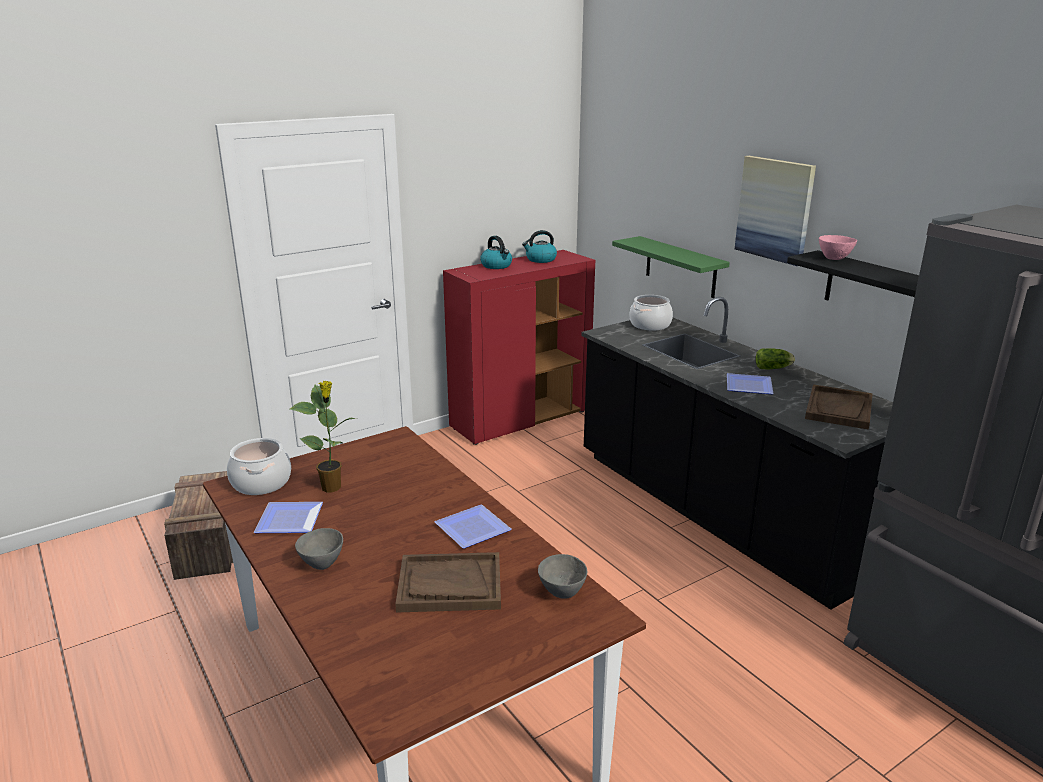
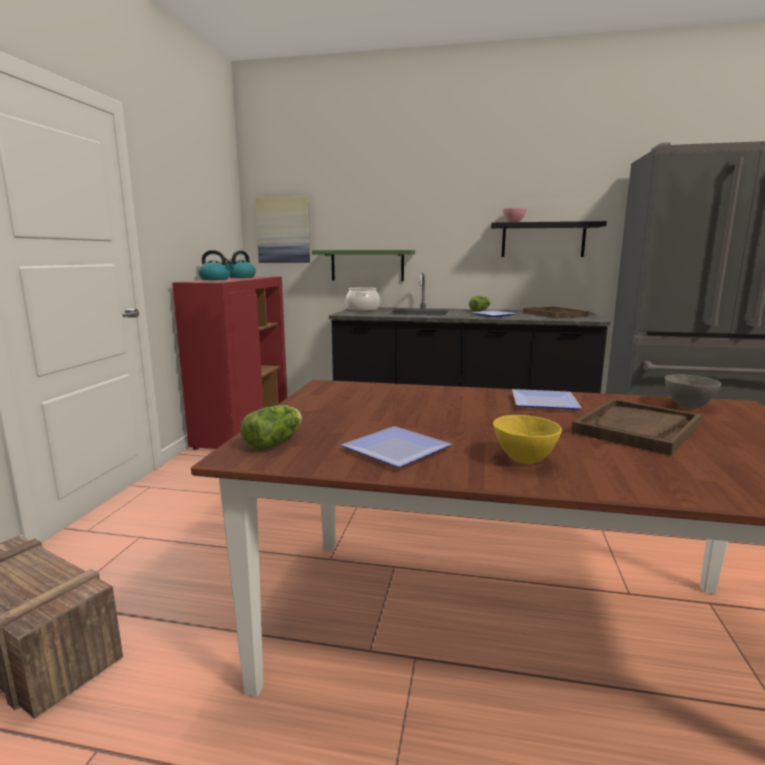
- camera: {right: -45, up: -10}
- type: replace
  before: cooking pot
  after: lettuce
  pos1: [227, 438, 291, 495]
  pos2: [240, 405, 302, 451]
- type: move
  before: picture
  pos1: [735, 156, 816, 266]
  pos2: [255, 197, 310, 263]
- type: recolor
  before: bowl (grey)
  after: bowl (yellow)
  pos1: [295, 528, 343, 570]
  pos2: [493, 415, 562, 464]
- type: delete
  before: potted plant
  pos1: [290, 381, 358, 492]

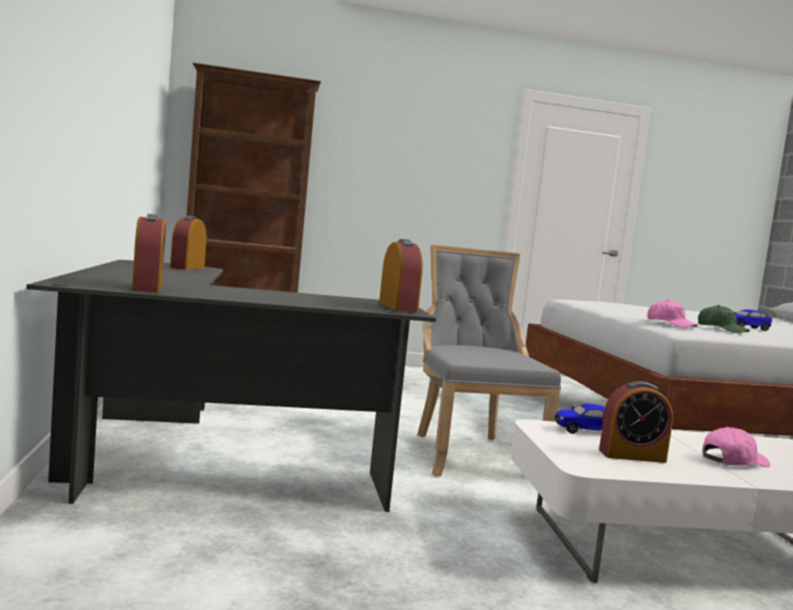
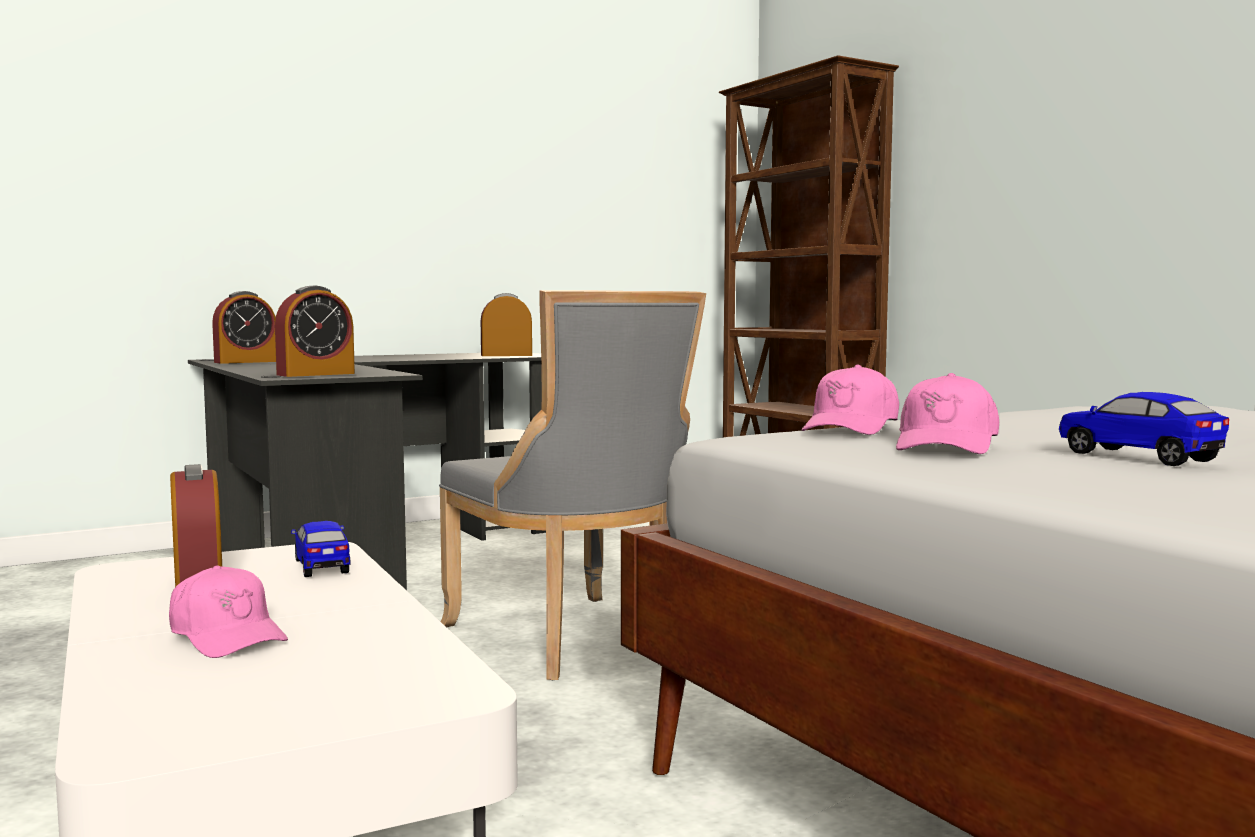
- camera: {right: 70, up: 0}
- type: rotate
  before: chair (grey)
  pos1: [417, 245, 561, 476]
  pos2: [439, 290, 706, 680]
  turn: 90
- type: recolor
  before: cap (green)
  after: cap (pink)
  pos1: [698, 305, 750, 333]
  pos2: [896, 373, 999, 454]

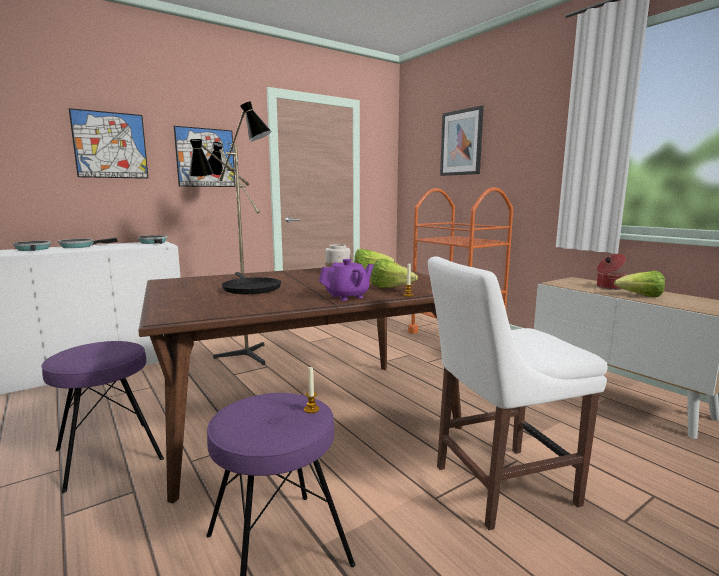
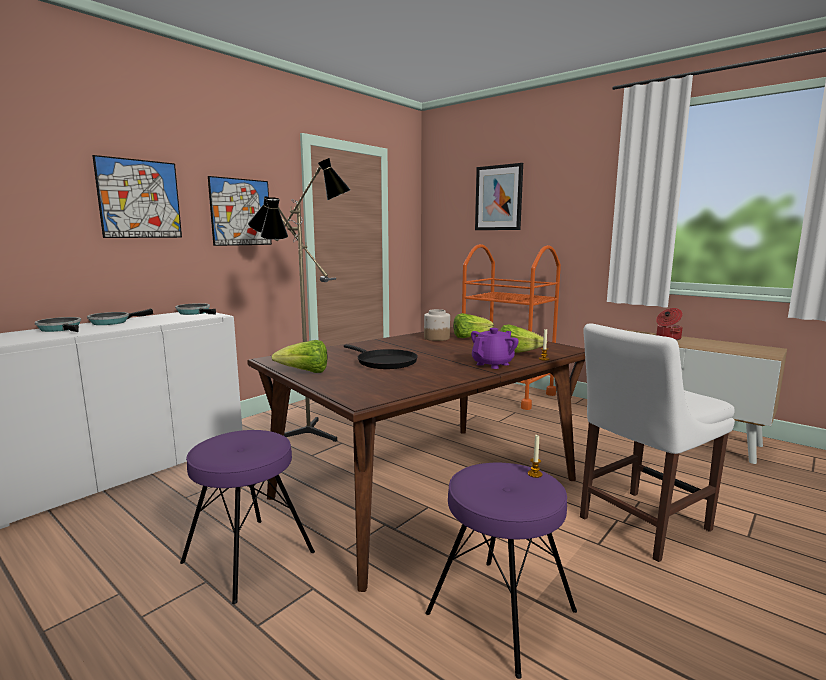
- camera: {right: -15, up: 0}
- type: move
  before: lettuce
  pos1: [614, 271, 665, 297]
  pos2: [271, 340, 327, 373]

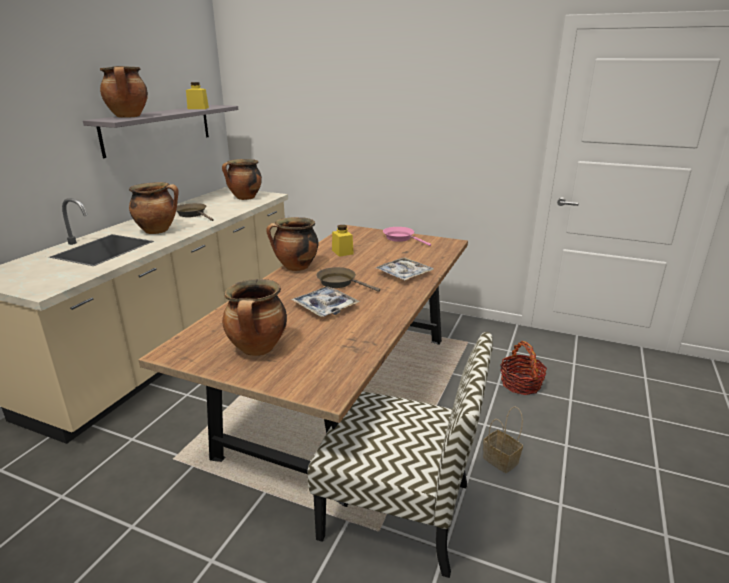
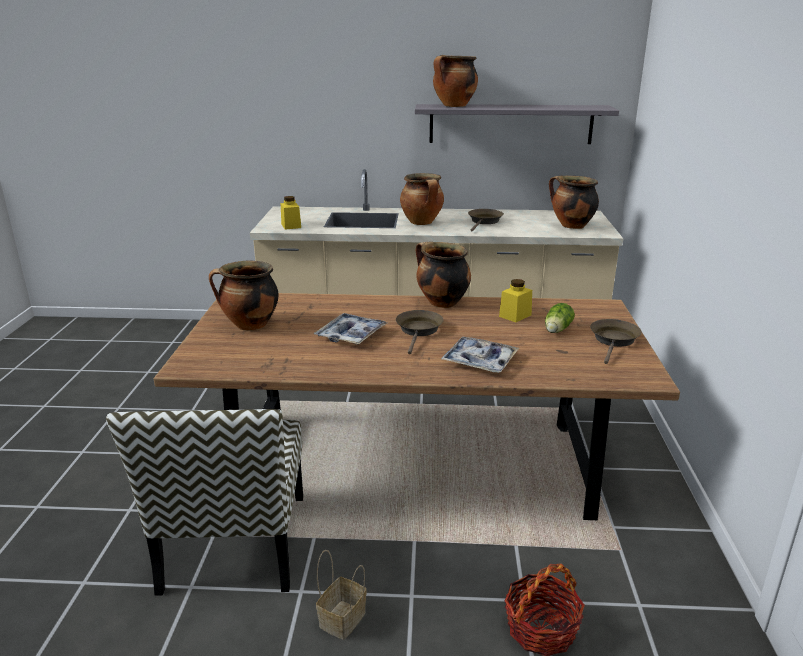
- camera: {right: 70, up: 0}
- type: move
  before: jar (yellow)
  pos1: [186, 82, 209, 109]
  pos2: [281, 196, 301, 230]
- type: insert
  after: lettuce
  pos2: [545, 303, 575, 333]
- type: recolor
  before: frying pan (pink)
  after: frying pan (brown)
  pos1: [383, 227, 431, 246]
  pos2: [590, 319, 642, 364]

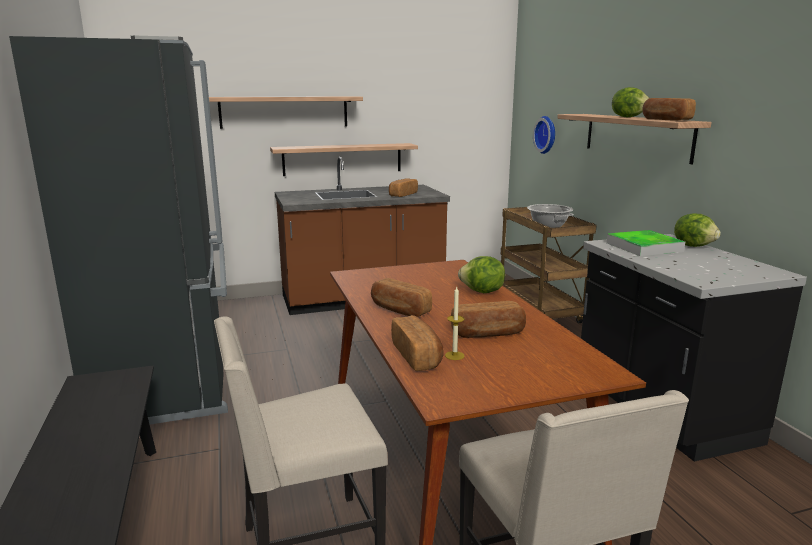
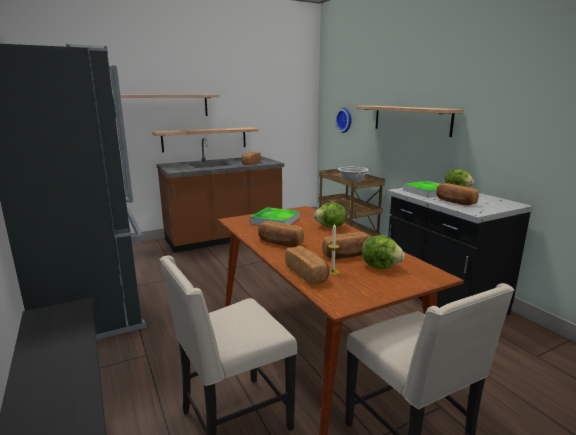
- camera: {right: -10, up: 0}
- type: insert
  after: tray
  pos2: [250, 207, 300, 225]
- type: move
  before: lettuce
  pos1: [612, 87, 649, 117]
  pos2: [362, 235, 405, 269]
- type: move
  before: bread
  pos1: [642, 98, 696, 120]
  pos2: [436, 183, 479, 206]

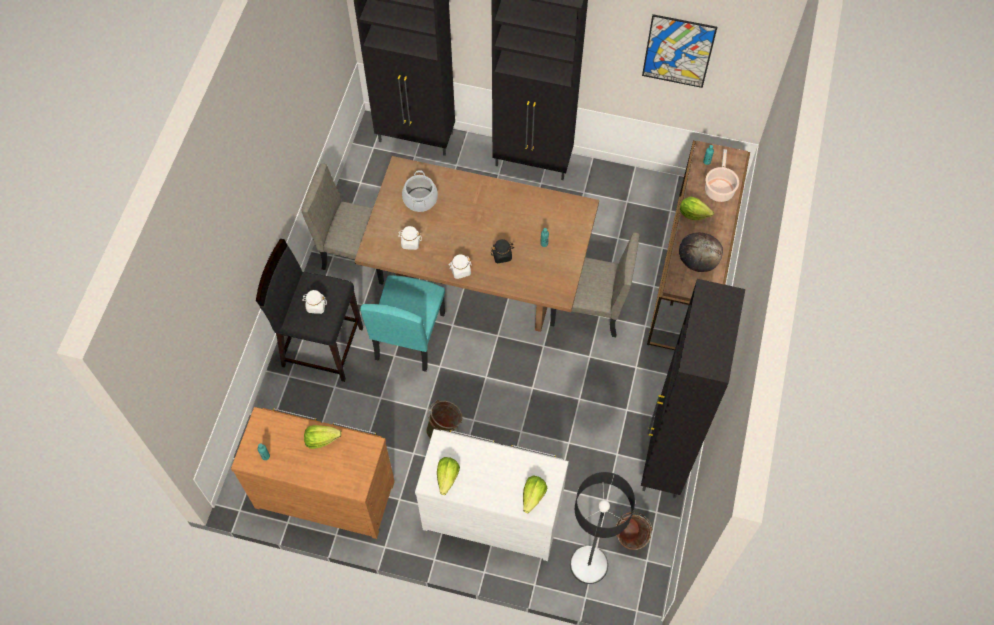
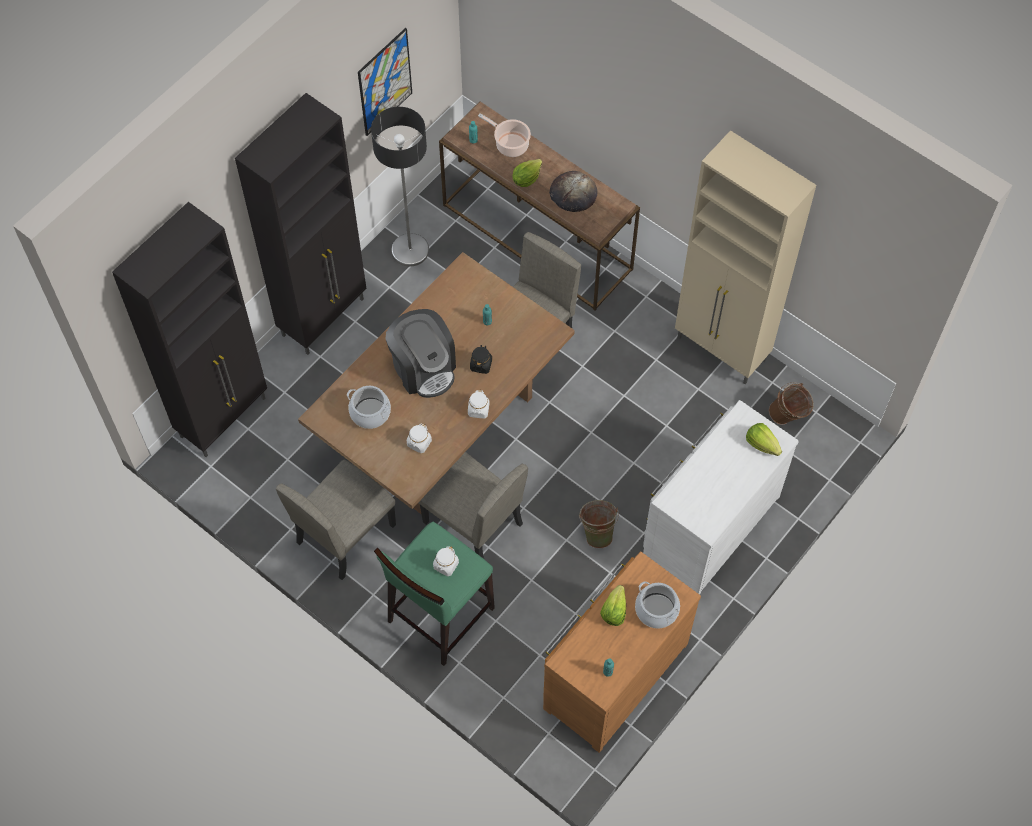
- camera: {right: -65, up: 0}
- type: move
  before: floor lamp
  pos1: [570, 472, 635, 584]
  pos2: [371, 107, 429, 267]
- type: recolor
  before: stool (black)
  after: stool (green)
  pos1: [256, 239, 363, 382]
  pos2: [374, 522, 495, 666]
- type: insert
  after: coffee machine
  pos2: [385, 309, 456, 398]
- type: recolor
  before: chair (turquoise)
  after: chair (beige)
  pos1: [360, 275, 445, 372]
  pos2: [418, 452, 528, 559]
- type: insert
  after: cooking pot
  pos2: [635, 581, 680, 629]
- type: recolor
  before: cabinet (black)
  after: cabinet (beige)
  pos1: [641, 279, 745, 498]
  pos2: [675, 130, 816, 384]
- type: delete
  before: lettuce
  pos1: [437, 457, 460, 495]

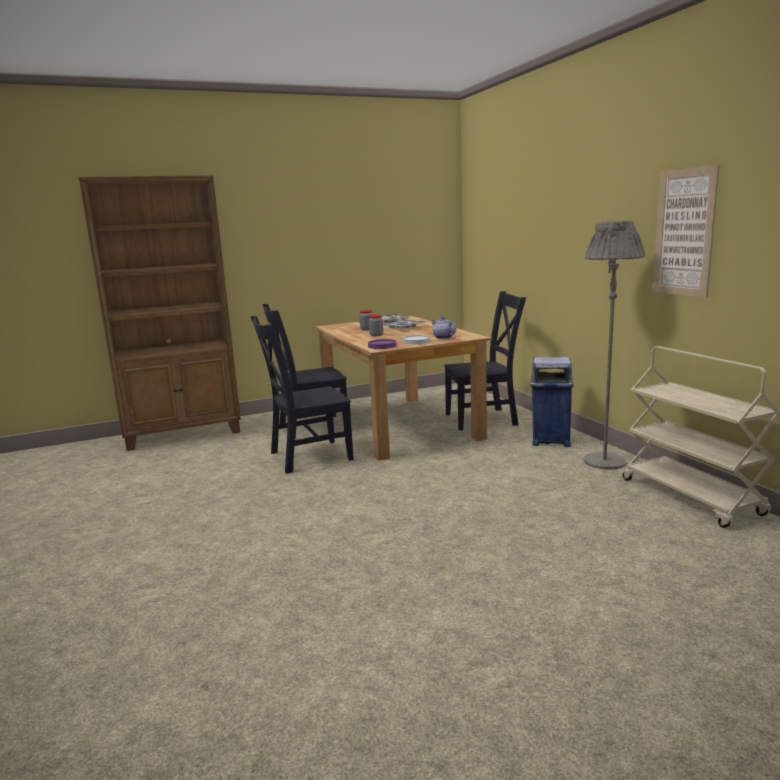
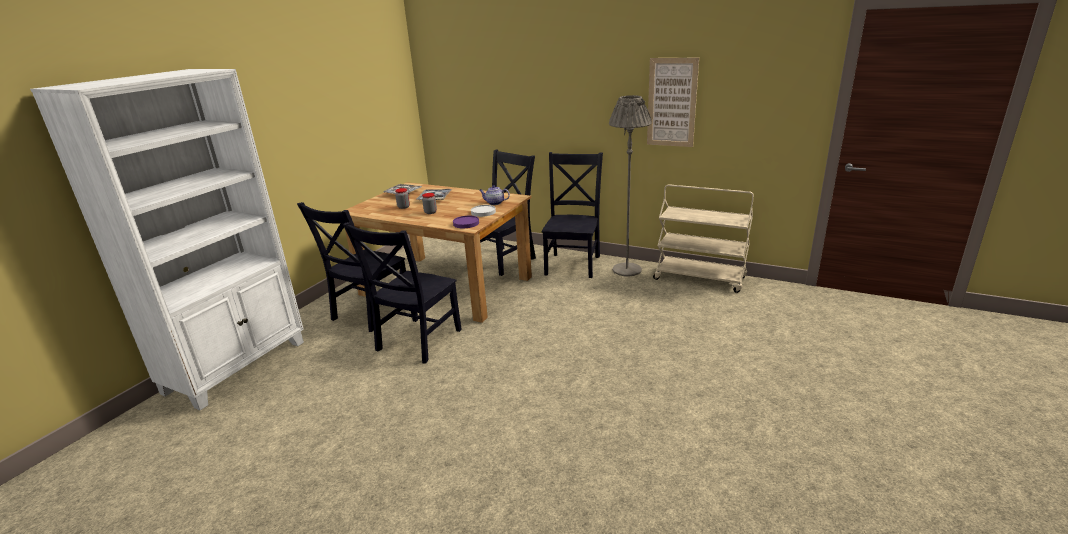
- camera: {right: -40, up: 10}
- type: recolor
  before: bookcase (brown)
  after: bookcase (white)
  pos1: [79, 175, 241, 451]
  pos2: [30, 69, 304, 410]
- type: replace
  before: trash can (blue)
  after: chair (black)
  pos1: [530, 357, 574, 447]
  pos2: [541, 152, 603, 278]

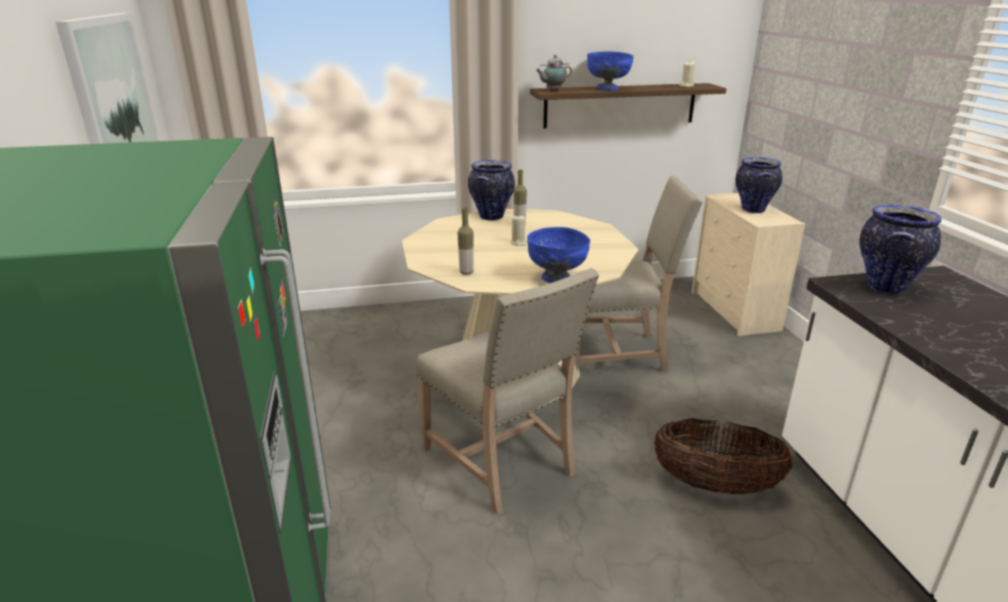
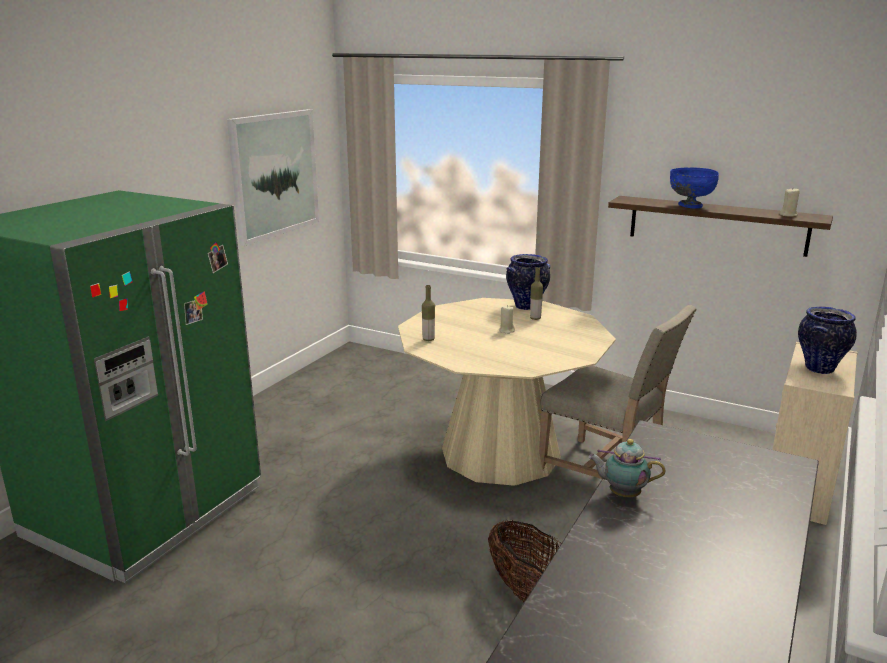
- camera: {right: 40, up: -5}
- type: move
  before: teapot
  pos1: [536, 55, 572, 91]
  pos2: [588, 439, 665, 497]
- type: delete
  before: chair (beige)
  pos1: [416, 268, 599, 515]
- type: delete
  before: bowl (blue)
  pos1: [527, 227, 590, 283]
- type: delete
  before: vase
  pos1: [860, 204, 942, 294]

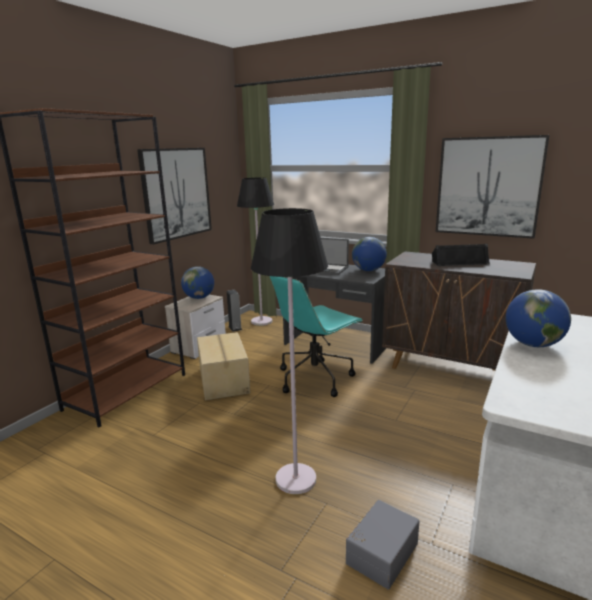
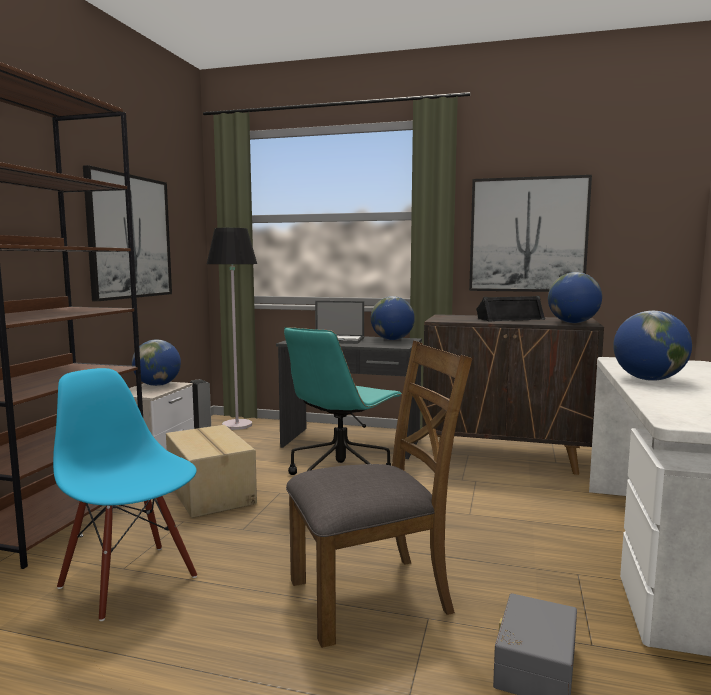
- camera: {right: -15, up: -10}
- type: insert
  after: chair (blue)
  pos2: [53, 368, 197, 621]
- type: replace
  before: floor lamp (black)
  after: chair (brown)
  pos1: [251, 208, 328, 494]
  pos2: [286, 340, 472, 648]
- type: insert
  after: globe
  pos2: [548, 272, 602, 323]

